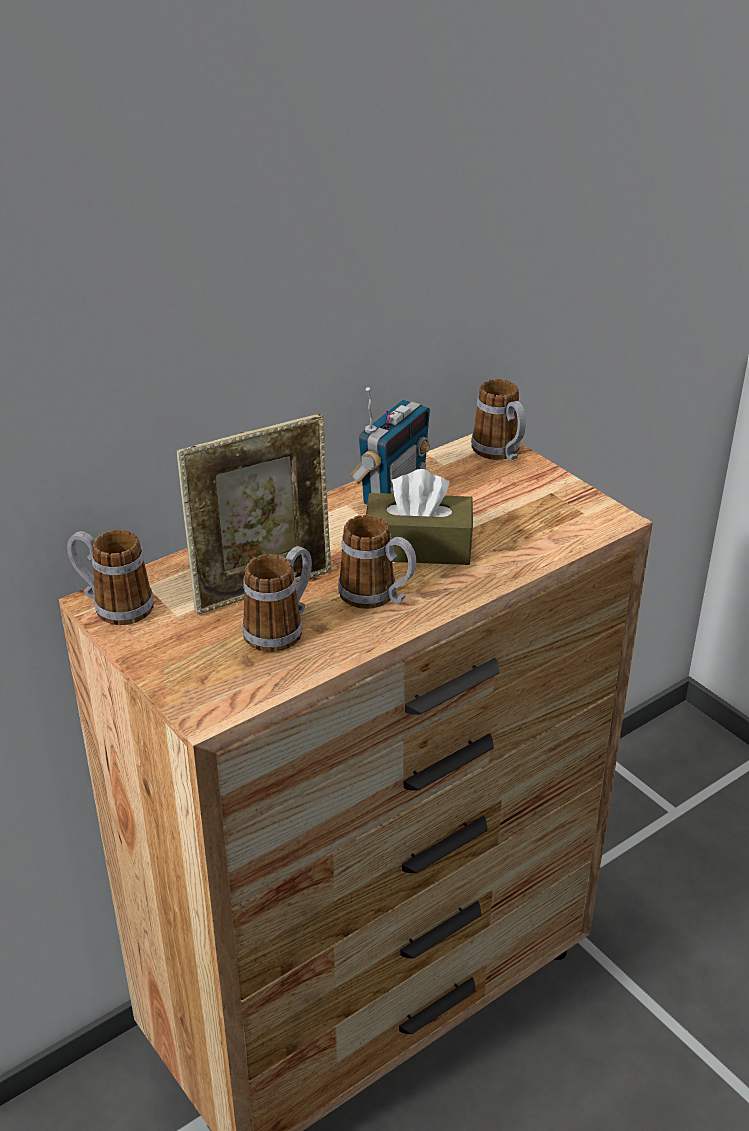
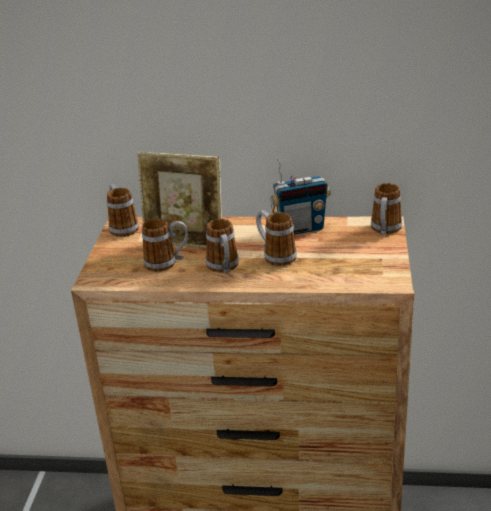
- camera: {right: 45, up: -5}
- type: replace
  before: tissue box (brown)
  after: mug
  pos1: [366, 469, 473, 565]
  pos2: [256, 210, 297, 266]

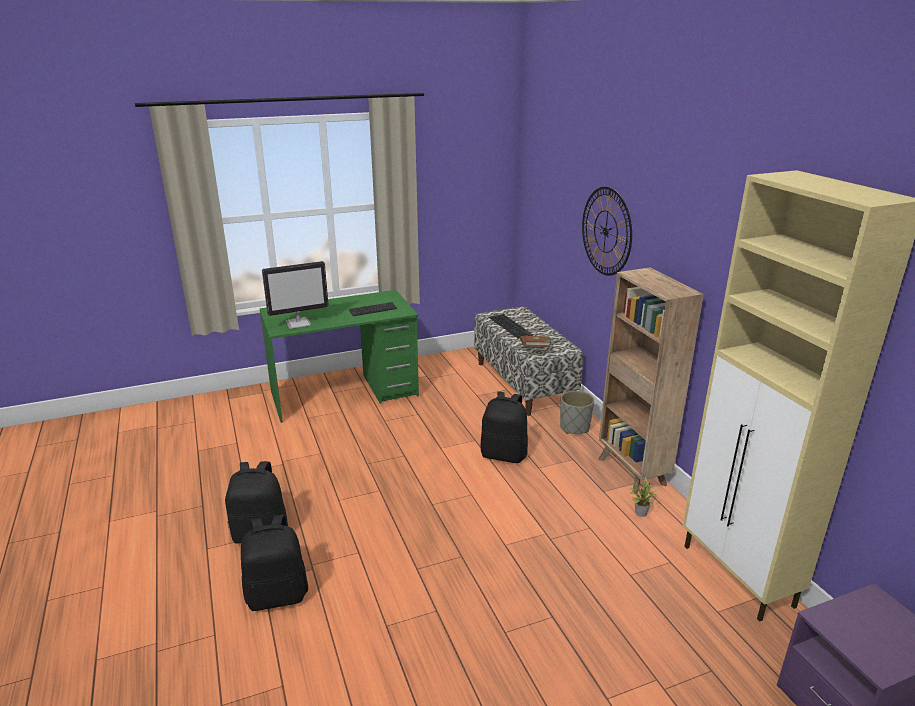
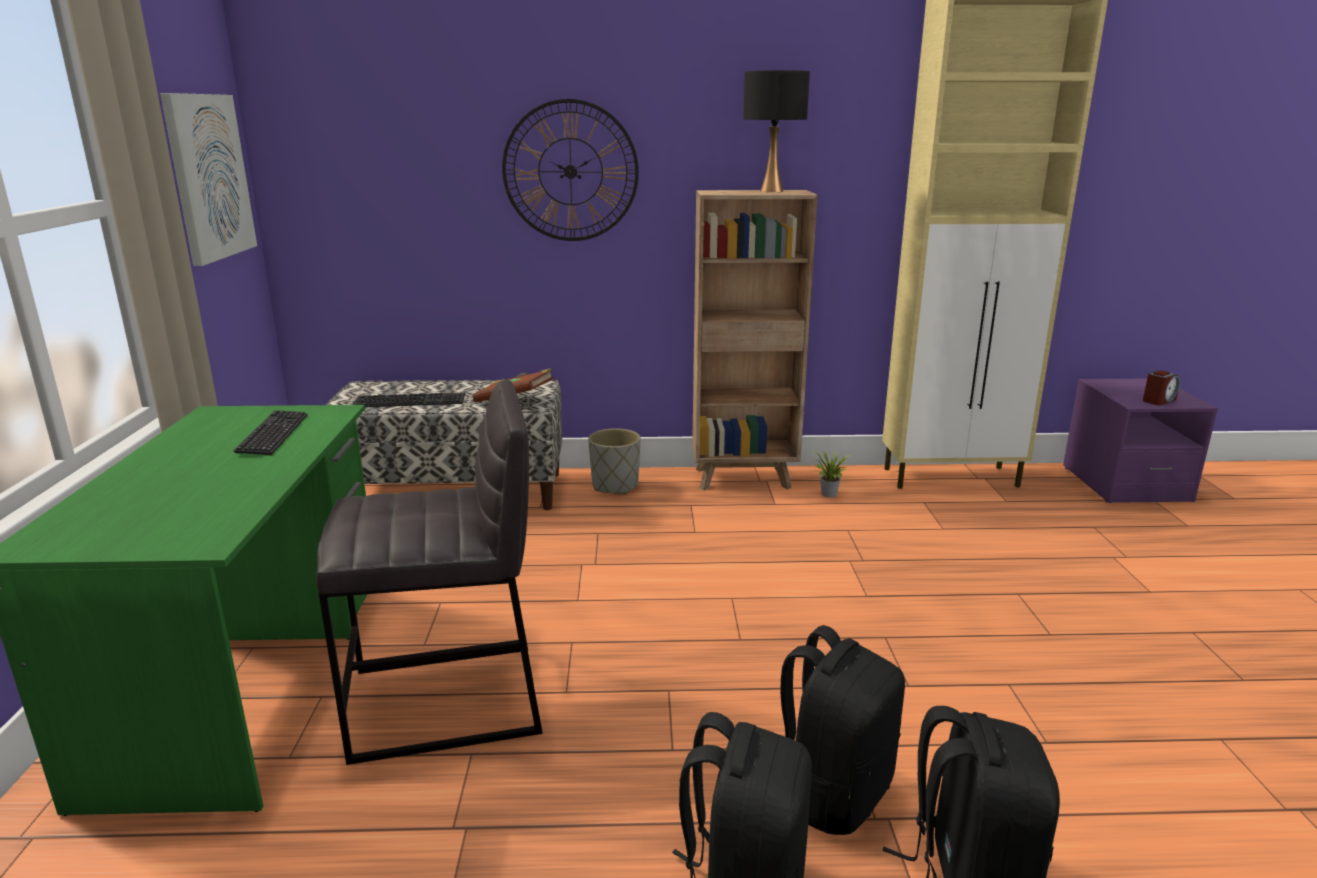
- camera: {right: -70, up: -5}
- type: insert
  after: picture
  pos2: [160, 93, 257, 266]
- type: insert
  after: stool (grey)
  pos2: [316, 380, 543, 765]
- type: insert
  after: table lamp (black)
  pos2: [743, 70, 810, 192]
- type: move
  before: backpack (black)
  pos1: [481, 392, 528, 463]
  pos2: [780, 625, 905, 835]
- type: insert
  after: alarm clock
  pos2: [1143, 370, 1180, 405]
- type: delete
  before: monitor
  pos1: [262, 261, 329, 329]

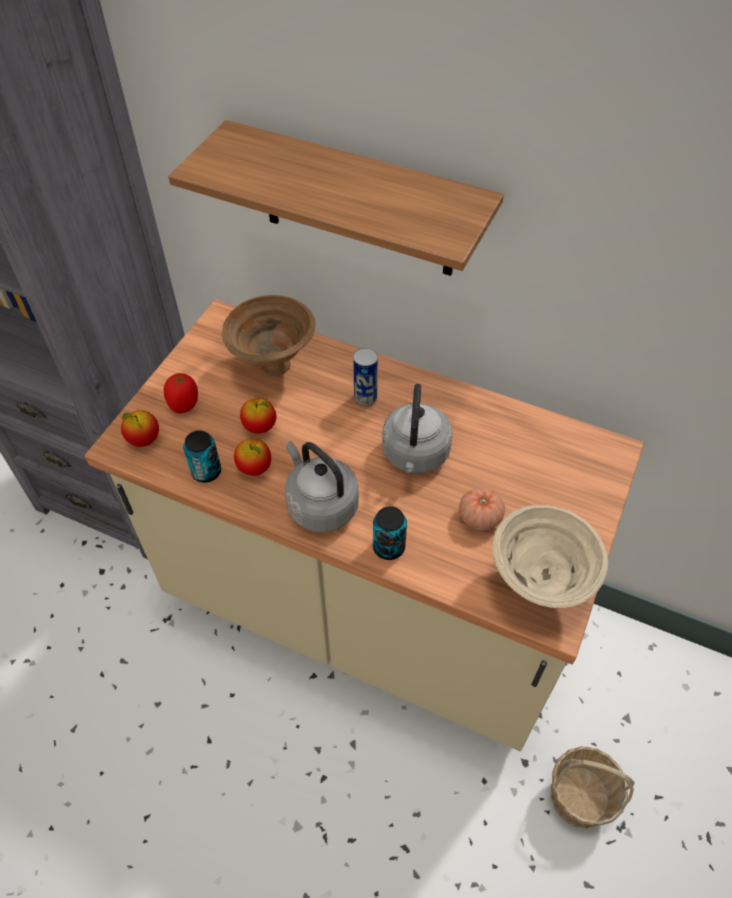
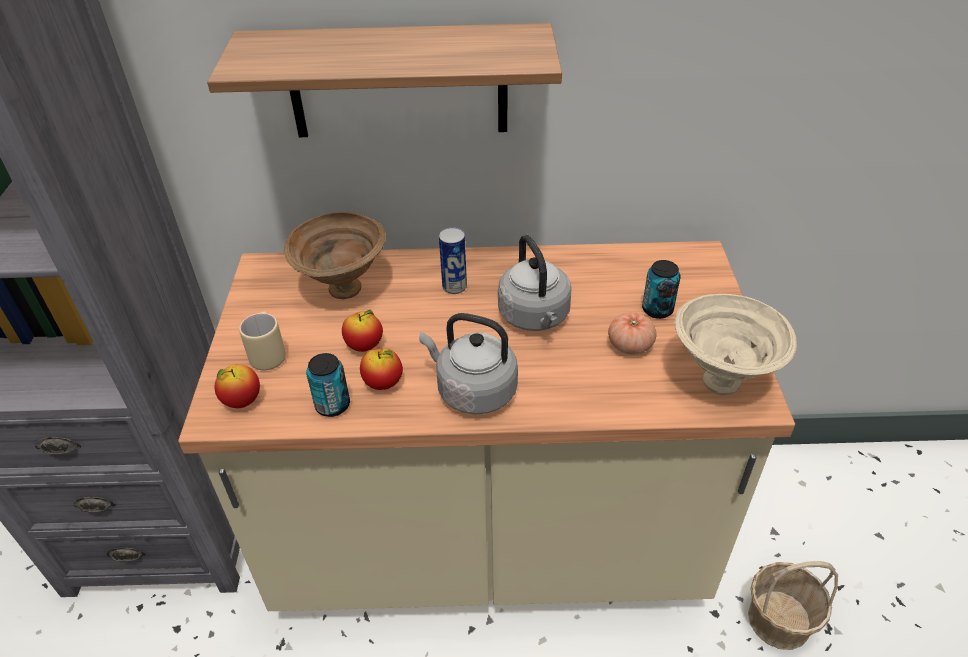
- camera: {right: -25, up: -10}
- type: replace
  before: tomato
  after: mug (beige)
  pos1: [163, 373, 198, 414]
  pos2: [239, 312, 286, 370]
- type: move
  before: can
  pos1: [373, 506, 407, 560]
  pos2: [642, 260, 680, 319]

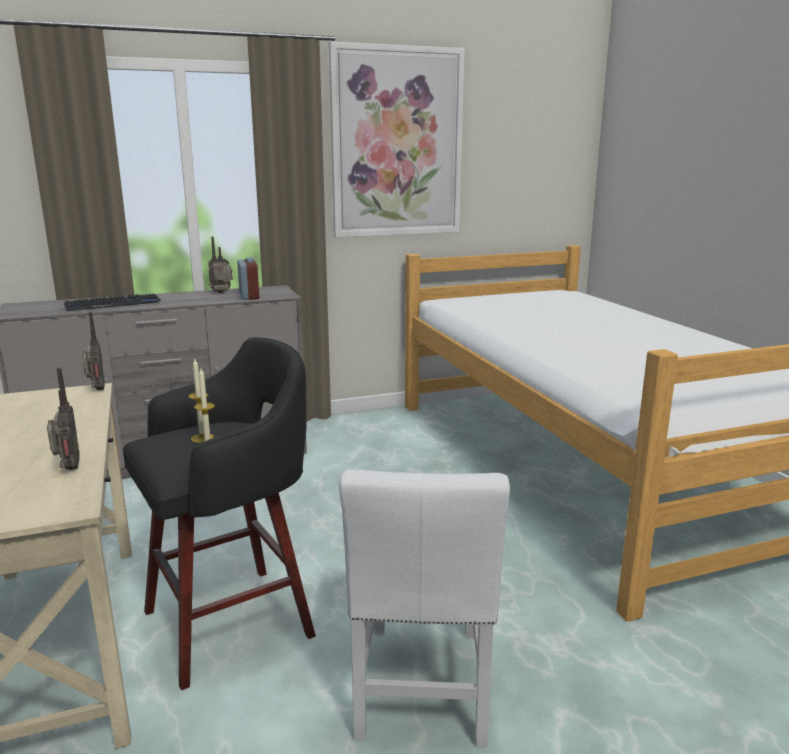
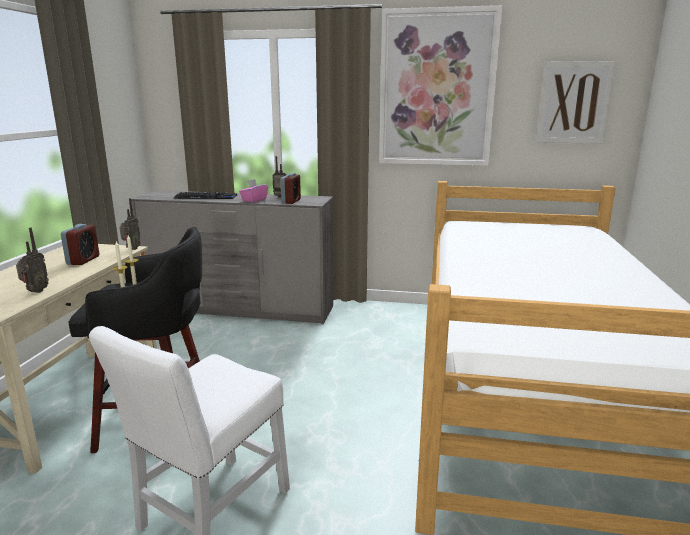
- camera: {right: 30, up: 0}
- type: insert
  after: alarm clock
  pos2: [61, 224, 100, 265]
- type: insert
  after: tissue box (pink)
  pos2: [239, 179, 268, 202]
- type: insert
  after: picture
  pos2: [536, 61, 616, 144]

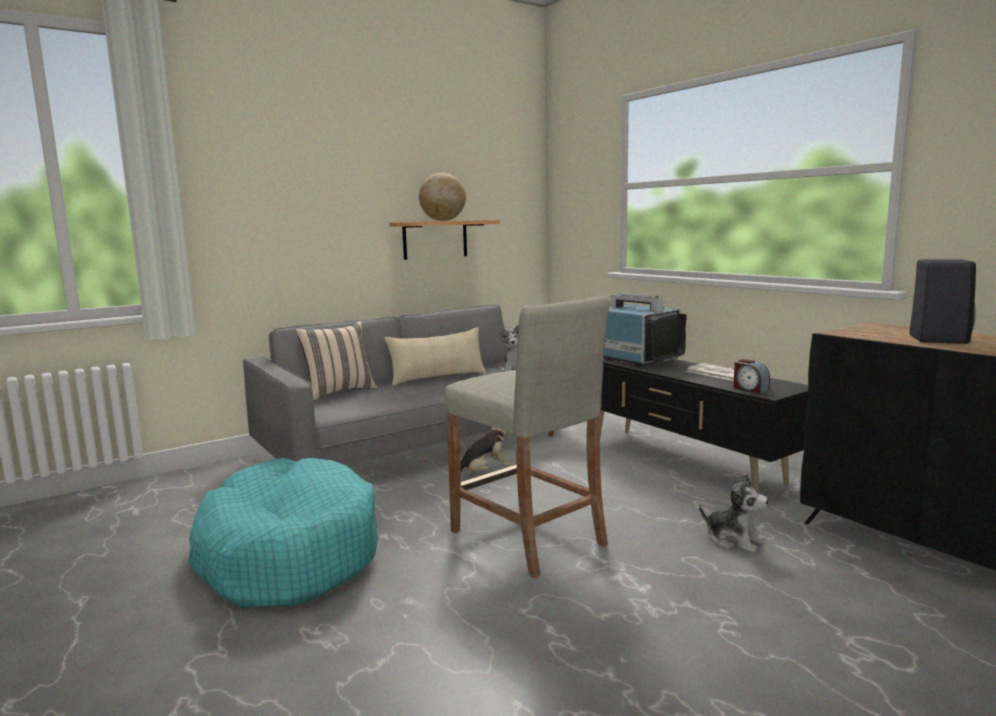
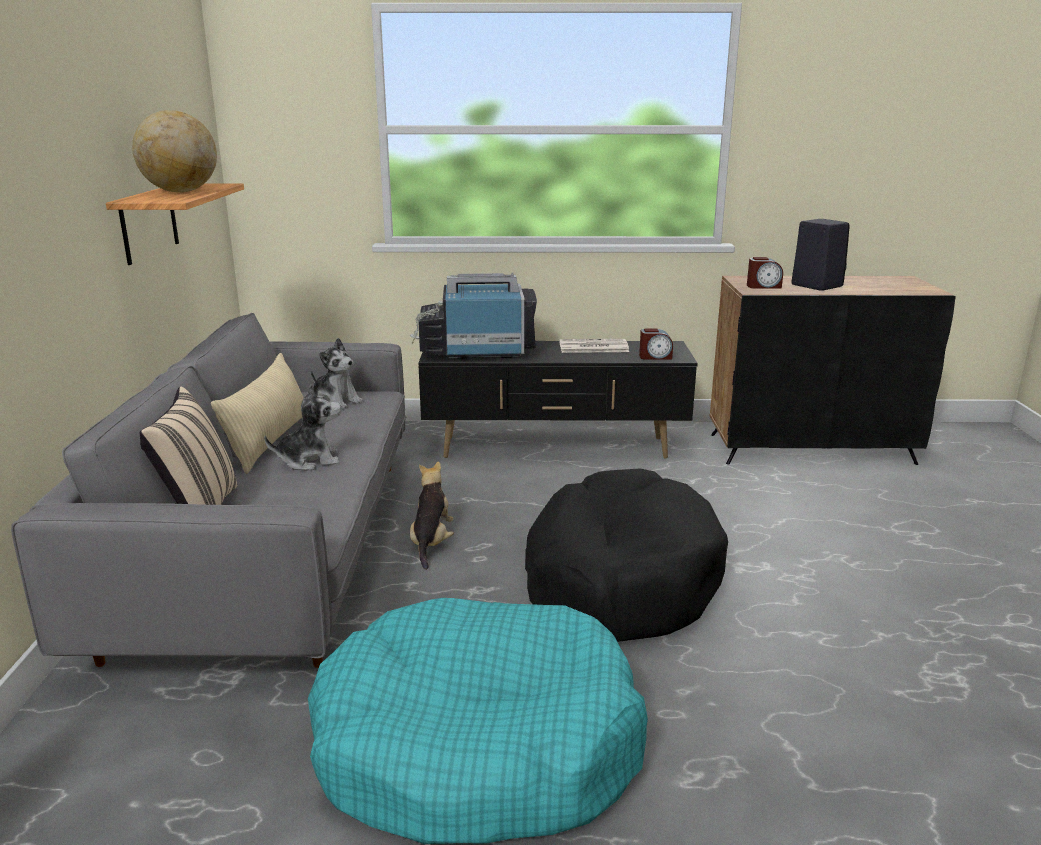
- camera: {right: -55, up: 10}
- type: move
  before: plush toy
  pos1: [699, 473, 768, 553]
  pos2: [264, 385, 341, 471]
- type: replace
  before: stool (beige)
  after: dog bed (black)
  pos1: [445, 296, 610, 578]
  pos2: [525, 468, 728, 642]
- type: insert
  after: alarm clock
  pos2: [747, 257, 783, 289]

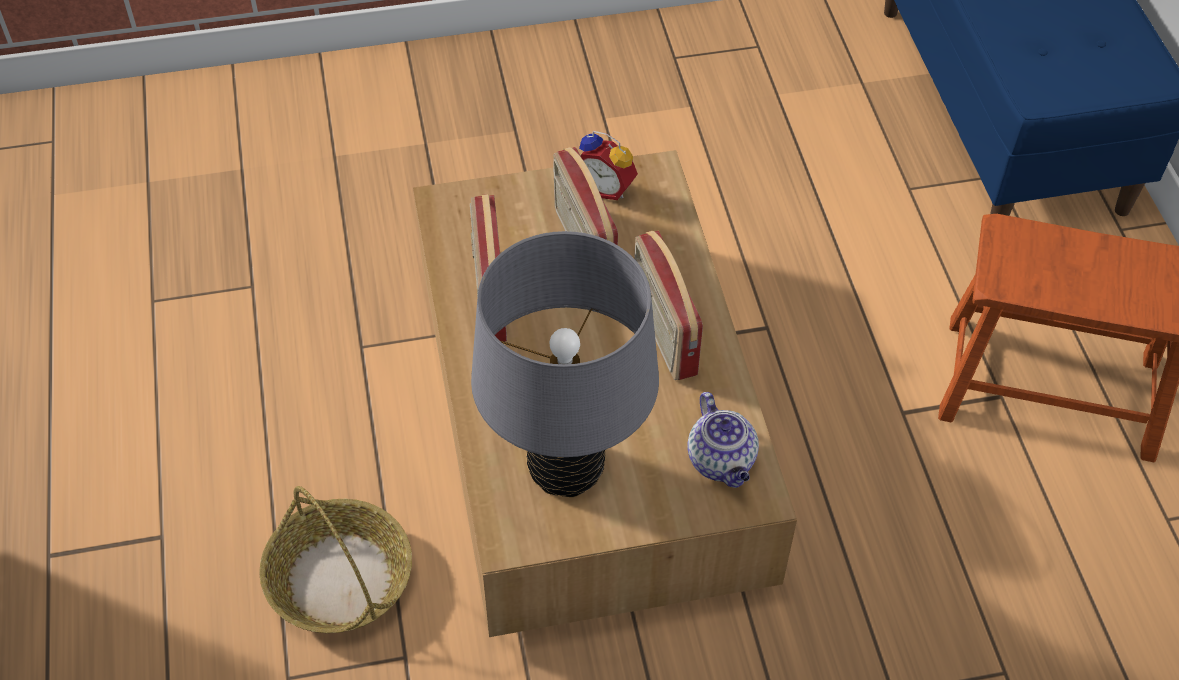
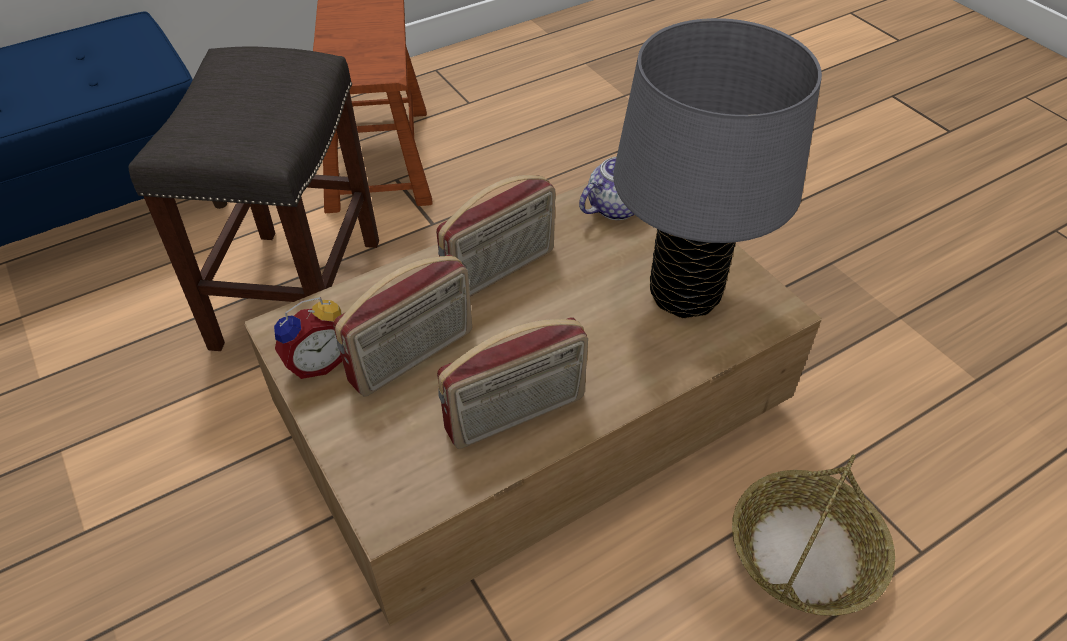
- camera: {right: -110, up: -5}
- type: insert
  after: stool (grey)
  pos2: [128, 46, 379, 351]
- type: rotate
  before: alarm clock
  pos1: [579, 131, 638, 200]
  pos2: [274, 297, 342, 379]
  turn: 45

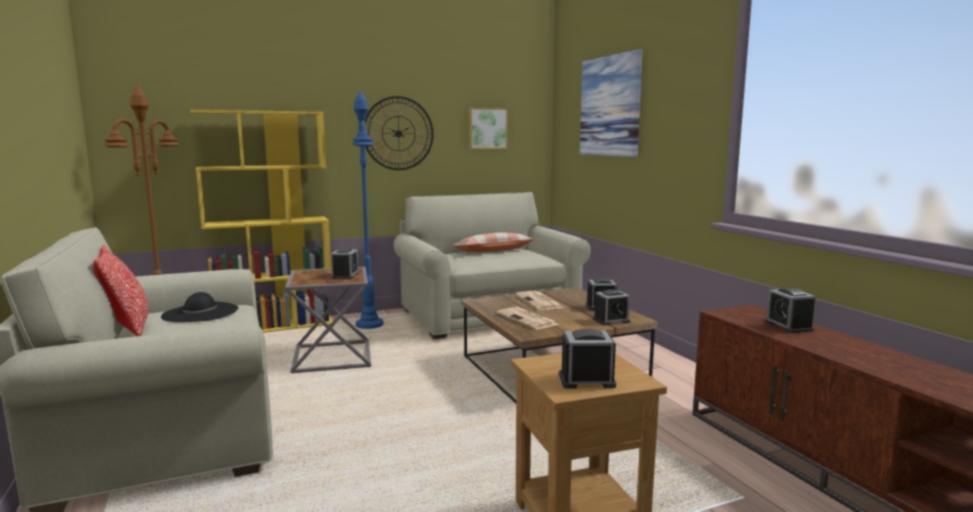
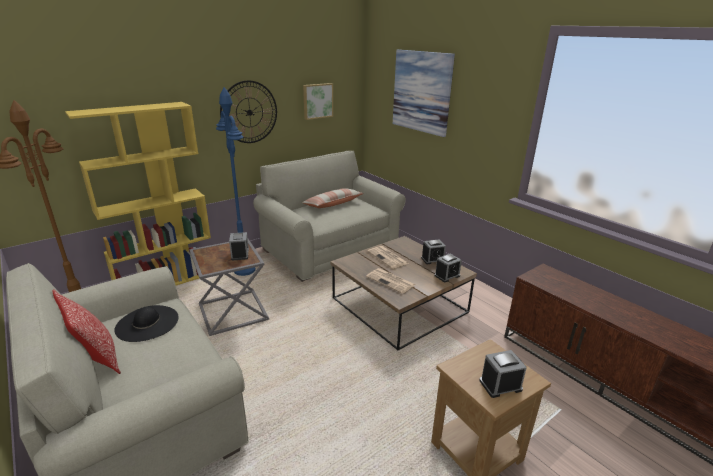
- camera: {right: -15, up: 15}
- type: delete
  before: alarm clock
  pos1: [765, 288, 816, 333]

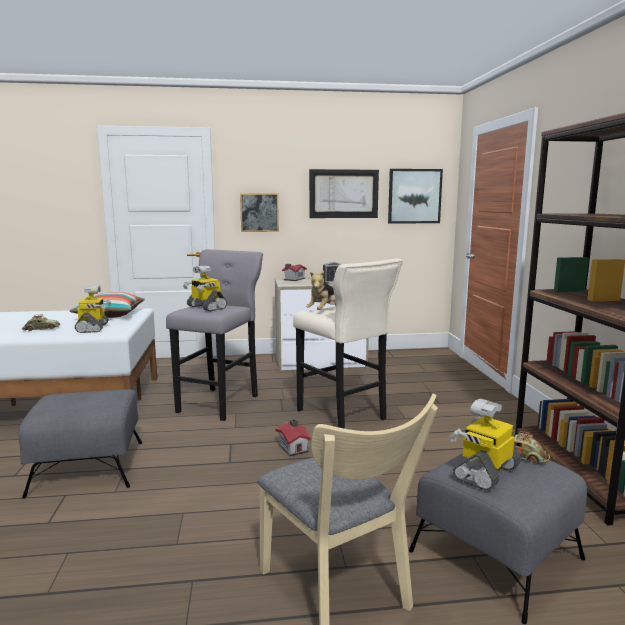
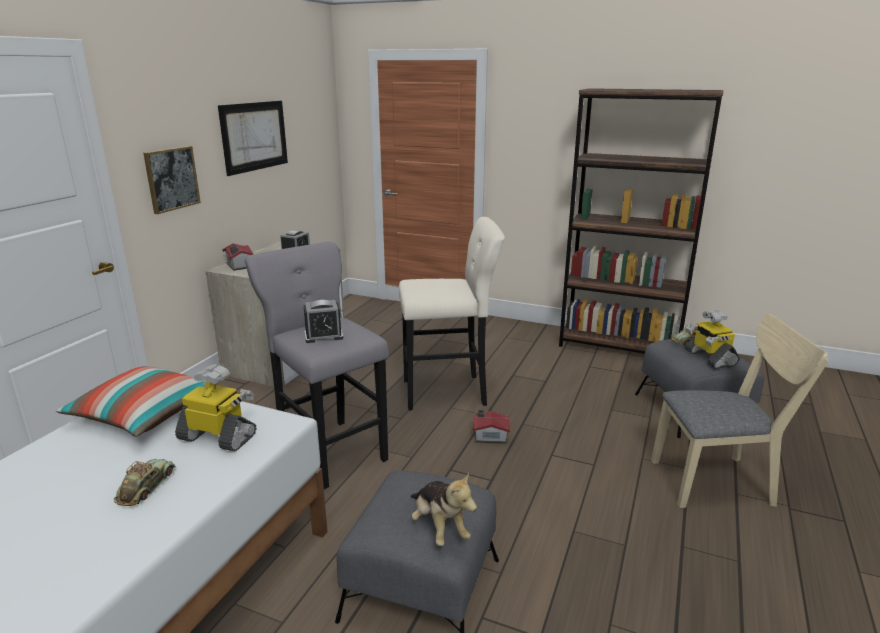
- camera: {right: -60, up: 10}
- type: replace
  before: toy robot
  after: alarm clock
  pos1: [183, 266, 227, 311]
  pos2: [304, 300, 343, 343]
- type: move
  before: plush toy
  pos1: [306, 271, 336, 310]
  pos2: [411, 473, 477, 546]
- type: delete
  before: picture
  pos1: [388, 169, 443, 224]

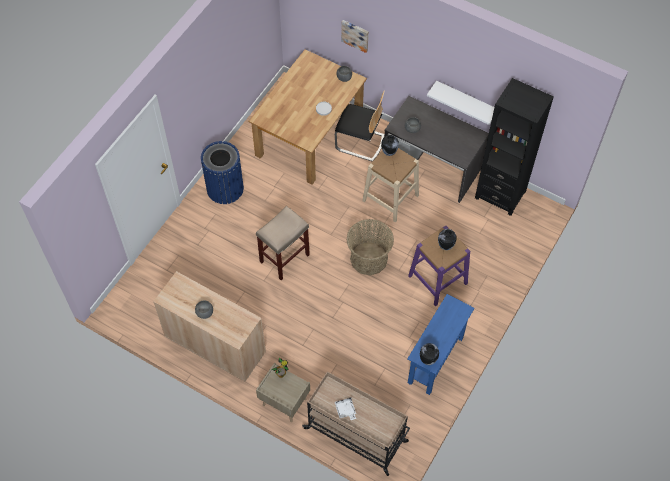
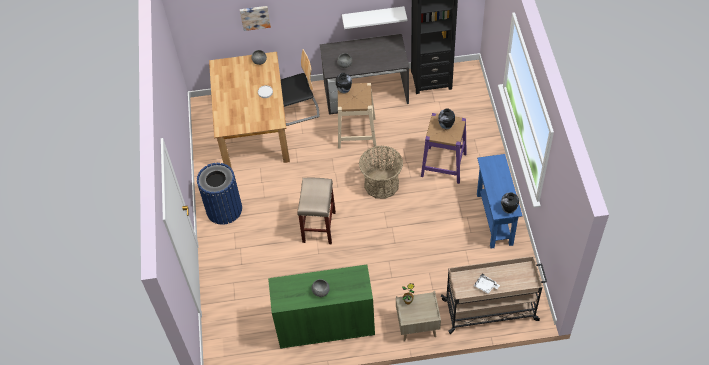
- camera: {right: -35, up: -5}
- type: recolor
  before: cabinet (beige)
  after: cabinet (green)
  pos1: [153, 271, 266, 382]
  pos2: [268, 265, 375, 349]

